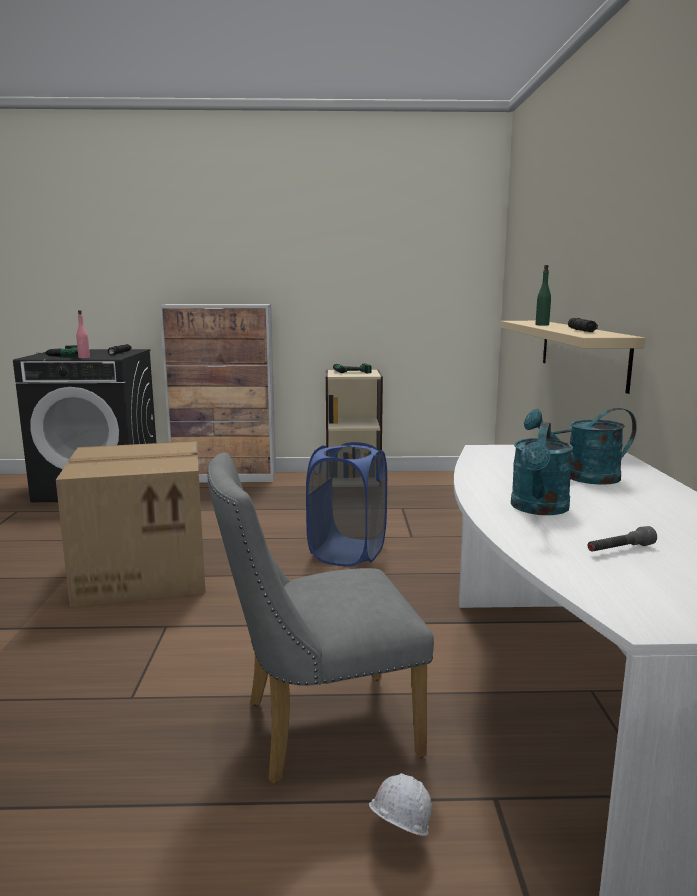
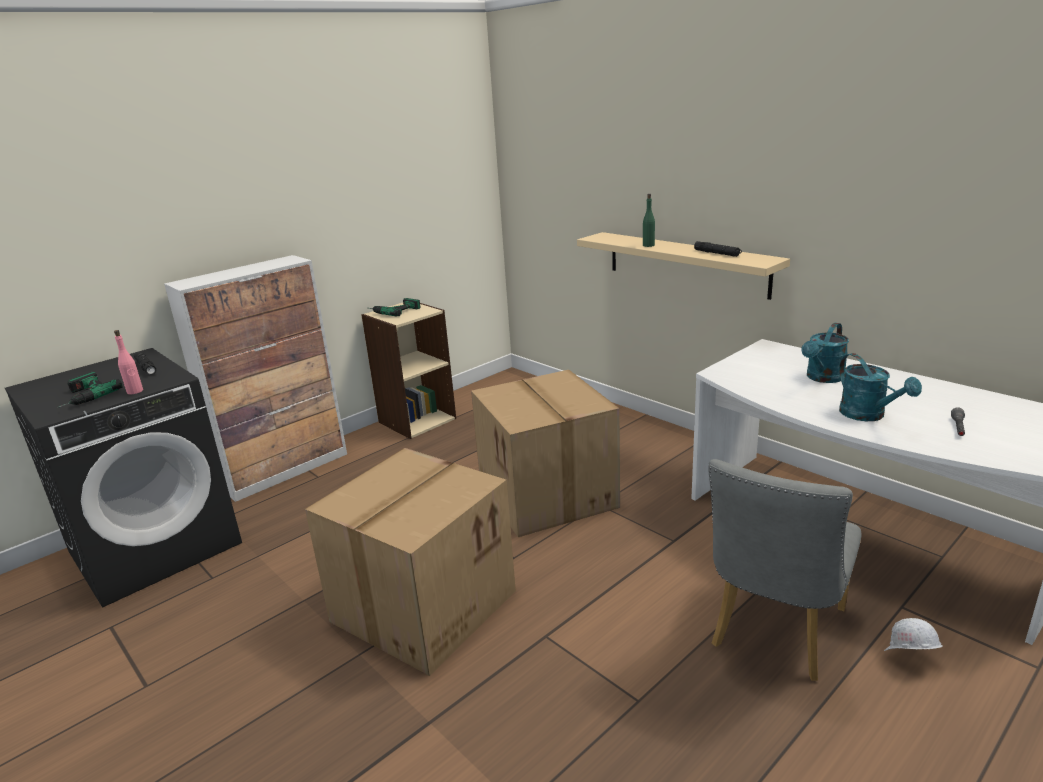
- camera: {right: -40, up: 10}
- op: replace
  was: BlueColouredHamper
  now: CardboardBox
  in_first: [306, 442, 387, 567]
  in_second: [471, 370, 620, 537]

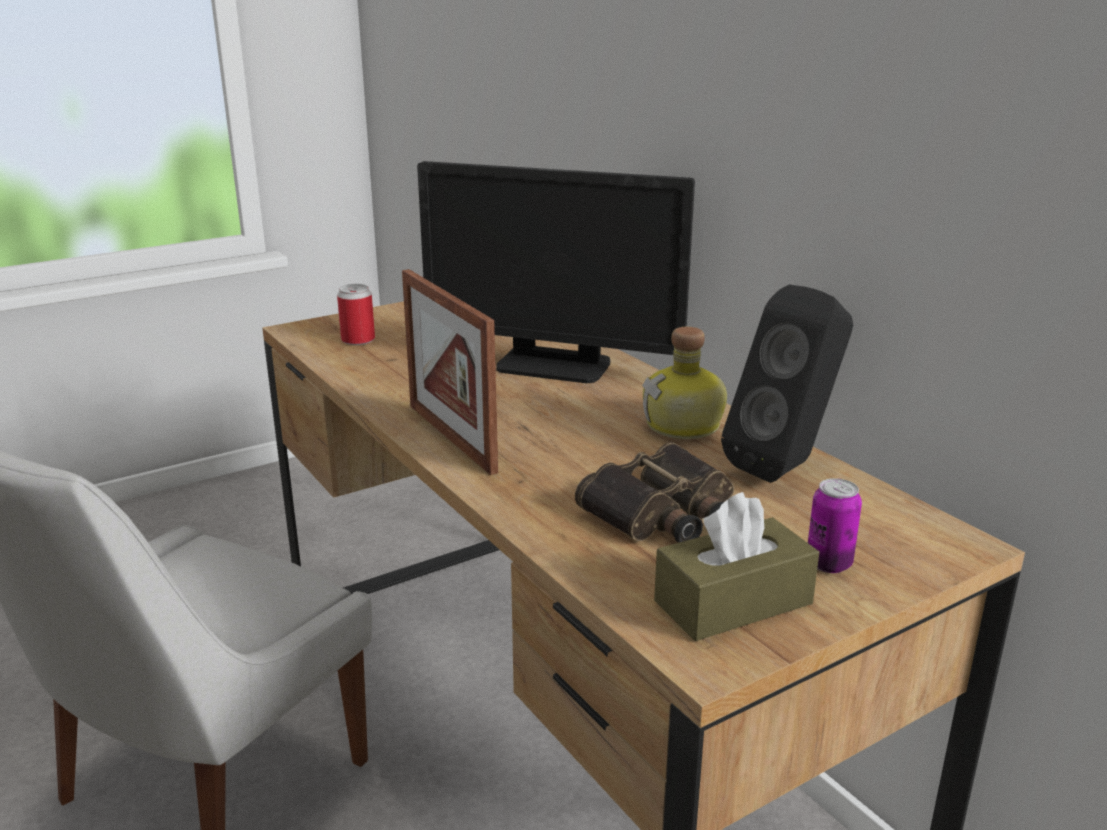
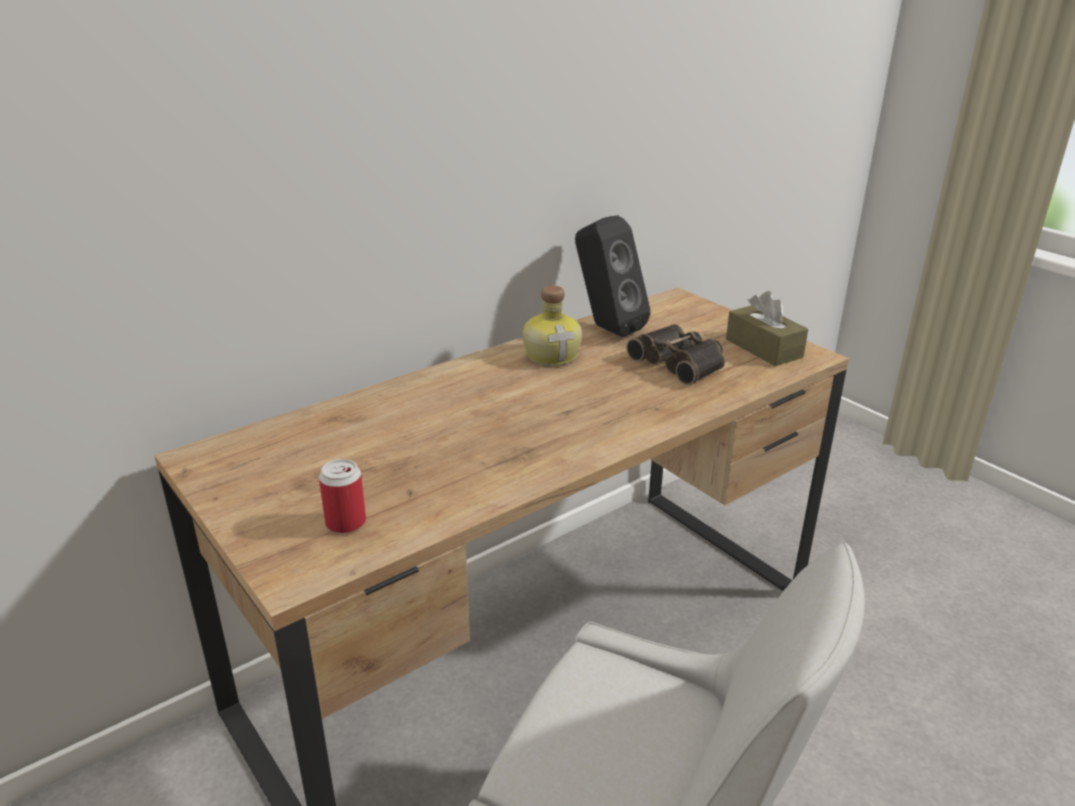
- camera: {right: -95, up: 5}
- op: delete
  was: PhotoFrame
  in_first: [402, 269, 498, 475]
- op: delete
  was: ComputerScreen
  in_first: [417, 161, 695, 383]
- op: delete
  was: Can
  in_first: [808, 478, 862, 573]

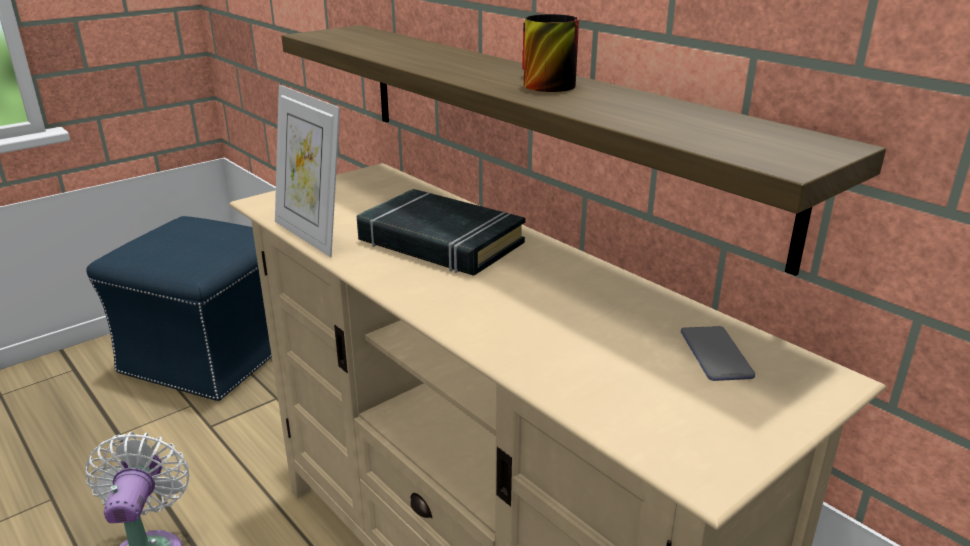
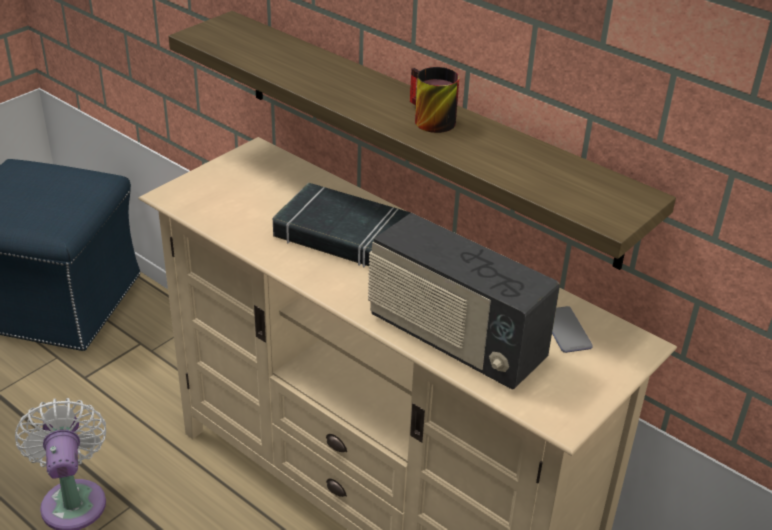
- camera: {right: -10, up: 10}
- op: delete
  was: PhotoFrame
  in_first: [275, 85, 340, 257]
- op: insert
  now: RadioSet
  in_second: [368, 213, 560, 390]

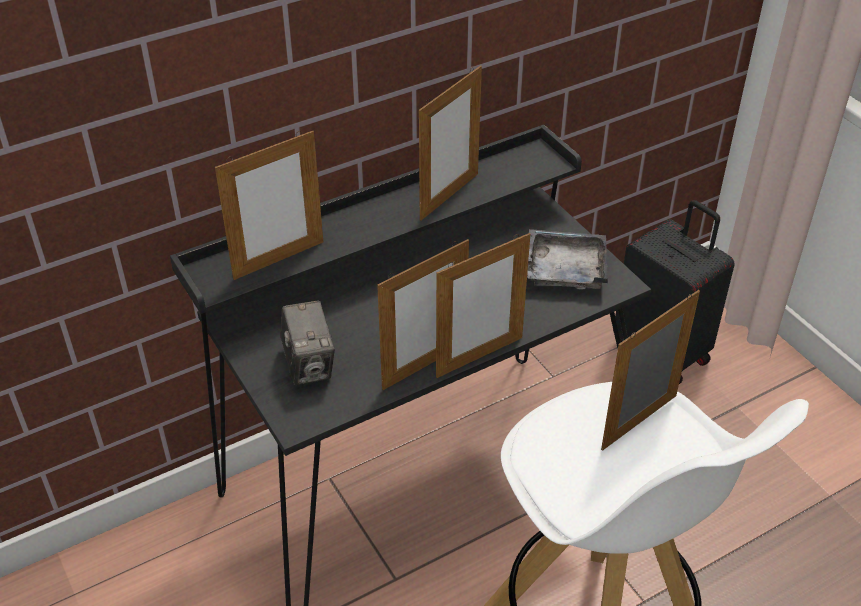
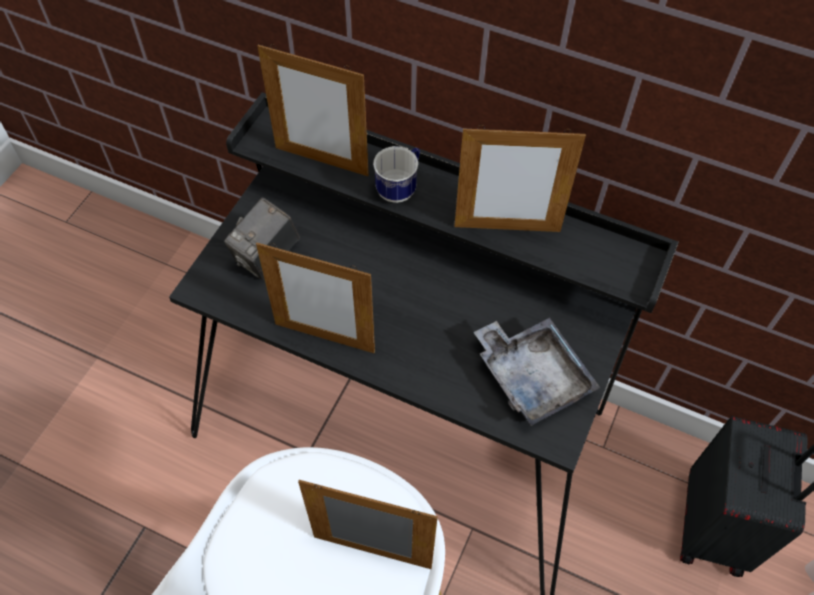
- camera: {right: 55, up: 15}
- op: delete
  was: PhotoFrame
  in_first: [436, 233, 530, 378]
- op: insert
  now: Mug
  in_second: [373, 146, 420, 203]

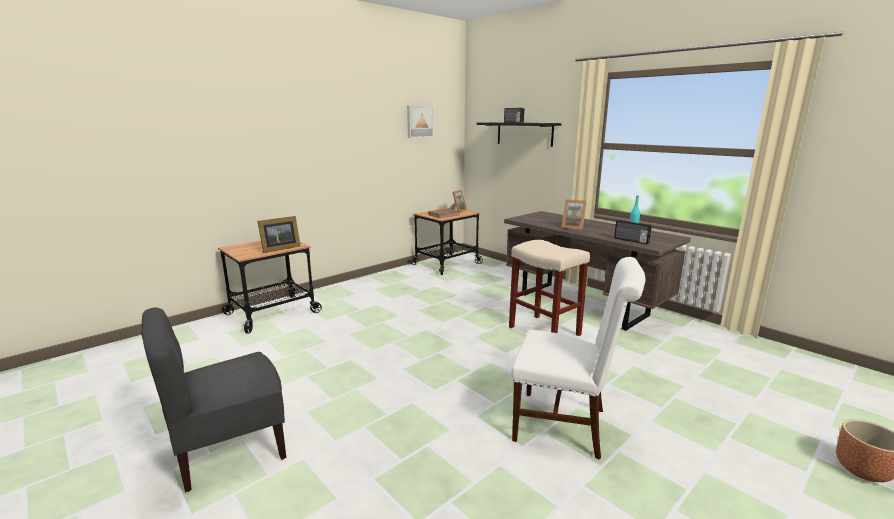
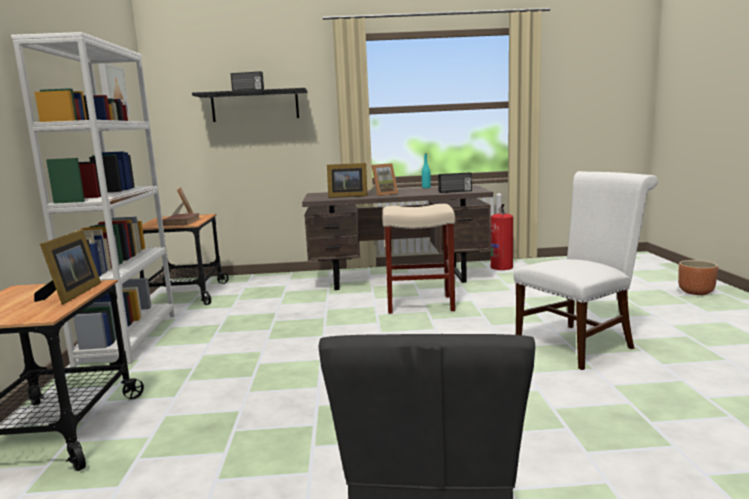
- camera: {right: -50, up: -5}
- op: insert
  now: WhiteColouredShelvingUnit
  in_second: [11, 32, 175, 368]
- op: insert
  now: PhotoFrame
  in_second: [327, 163, 367, 198]
- op: insert
  now: FireExtinguisher
  in_second: [491, 204, 513, 270]

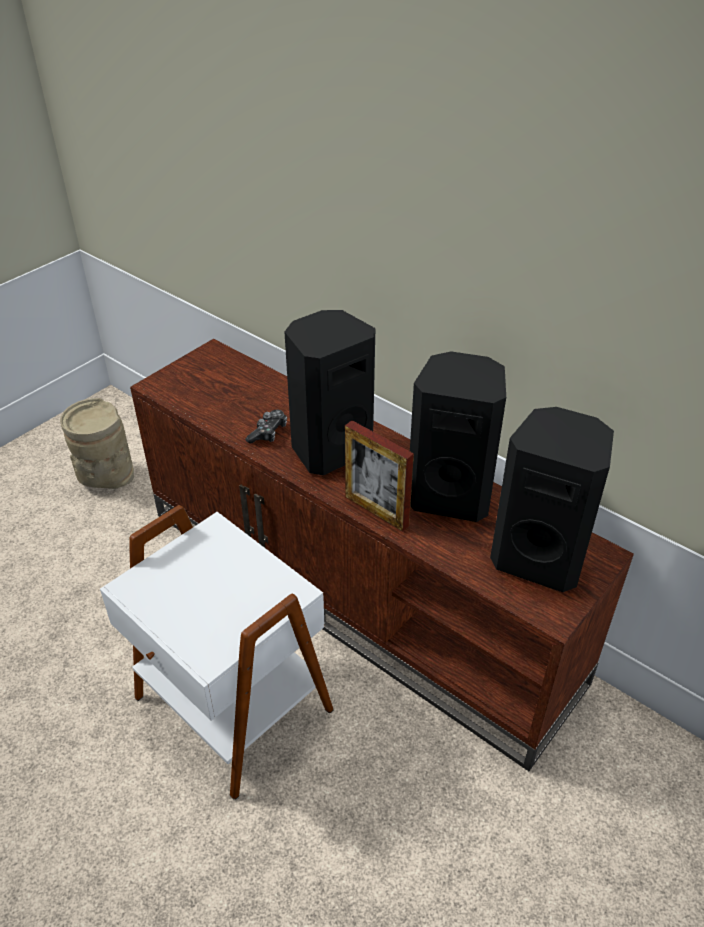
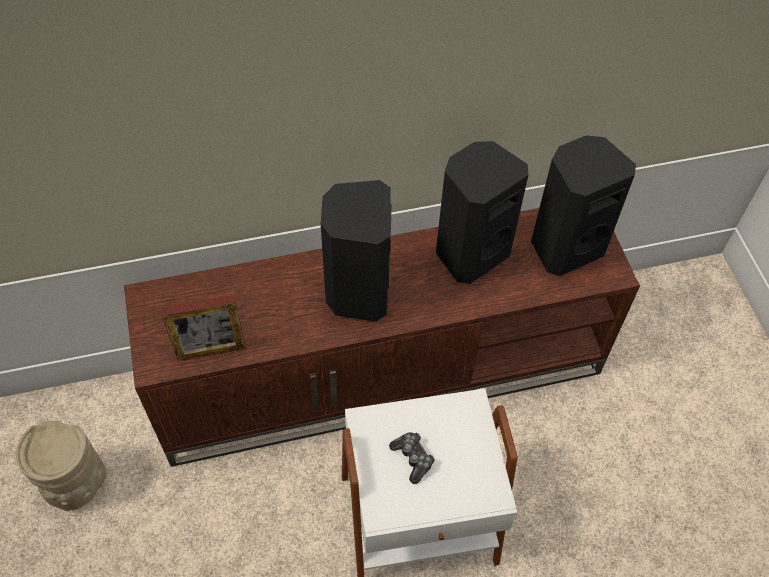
- camera: {right: -55, up: 15}
- op: move
  was: Joypad
  in_first: [246, 410, 287, 444]
  in_second: [389, 432, 435, 484]
- op: move
  was: PhotoFrame
  in_first: [345, 420, 414, 531]
  in_second: [161, 295, 246, 361]

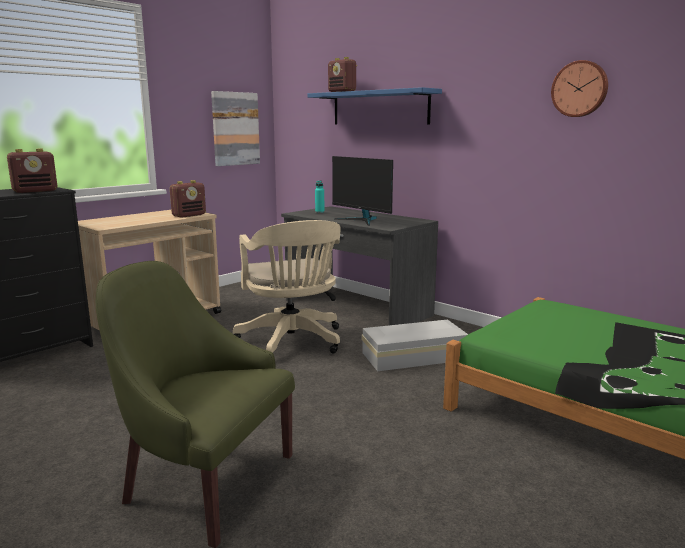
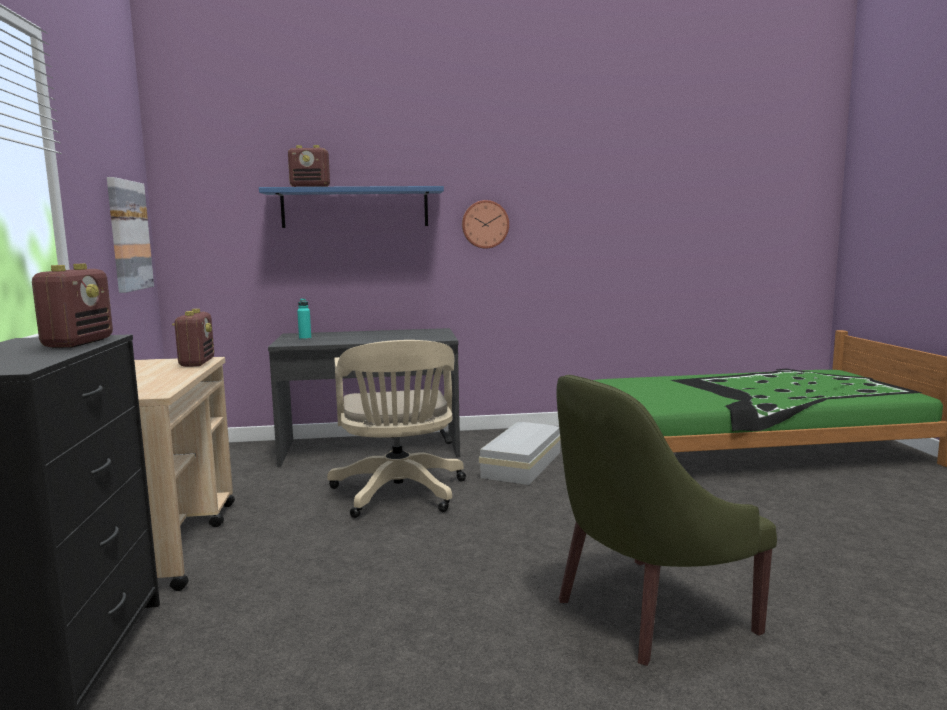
- camera: {right: -50, up: -5}
- op: delete
  was: ComputerScreen
  in_first: [332, 156, 393, 226]
- op: move
  was: WallClock
  in_first: [551, 60, 608, 117]
  in_second: [462, 200, 509, 249]
- op: rotate
  was: BeigeDeskChair
  in_first: [233, 220, 341, 354]
  in_second: [327, 340, 466, 518]
  clockwise: 60

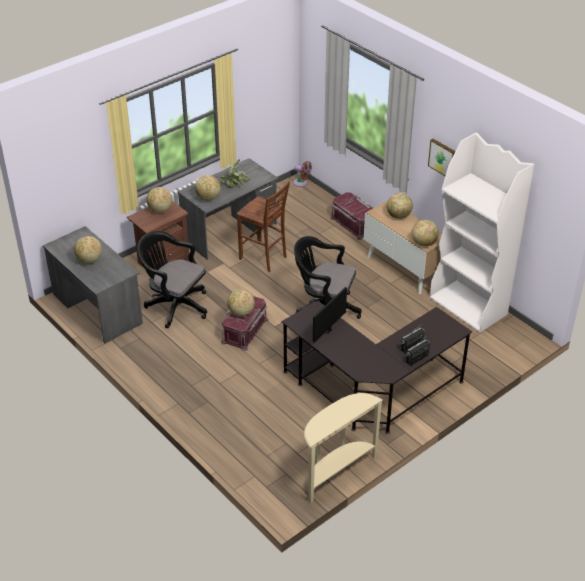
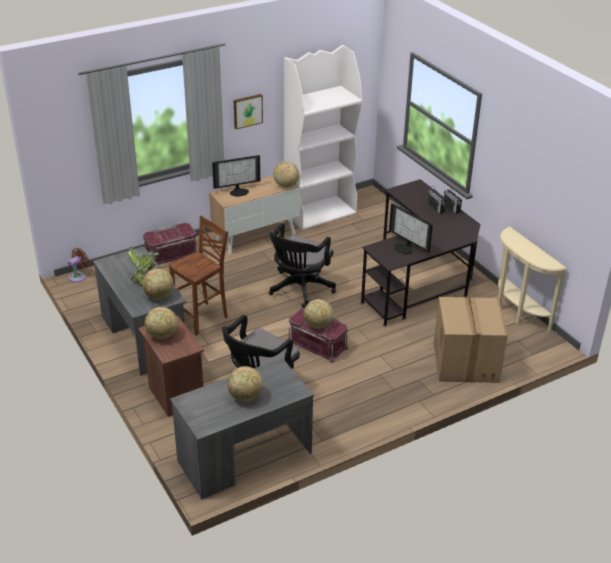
- camera: {right: -80, up: -5}
- op: insert
  now: CardboardBox
  in_second: [434, 297, 508, 383]
- op: replace
  was: DeskGlobe
  now: ComputerScreen
  in_first: [387, 193, 413, 219]
  in_second: [212, 155, 260, 197]

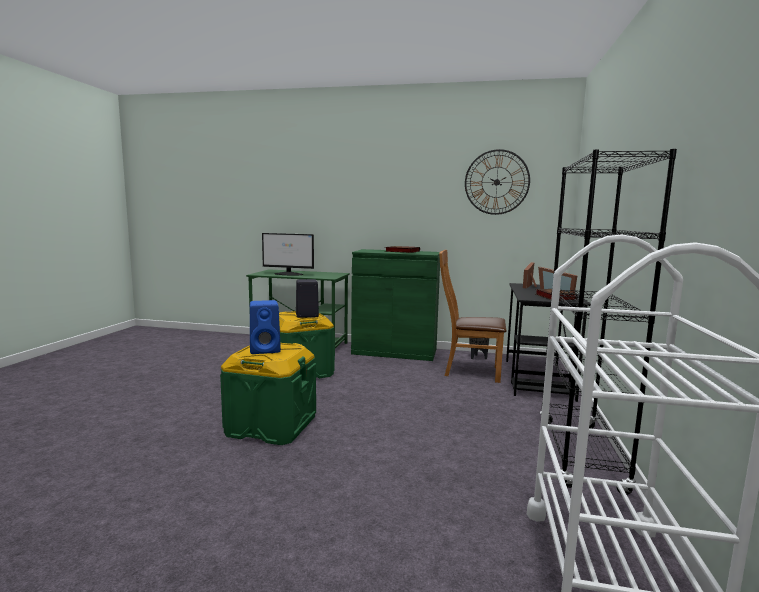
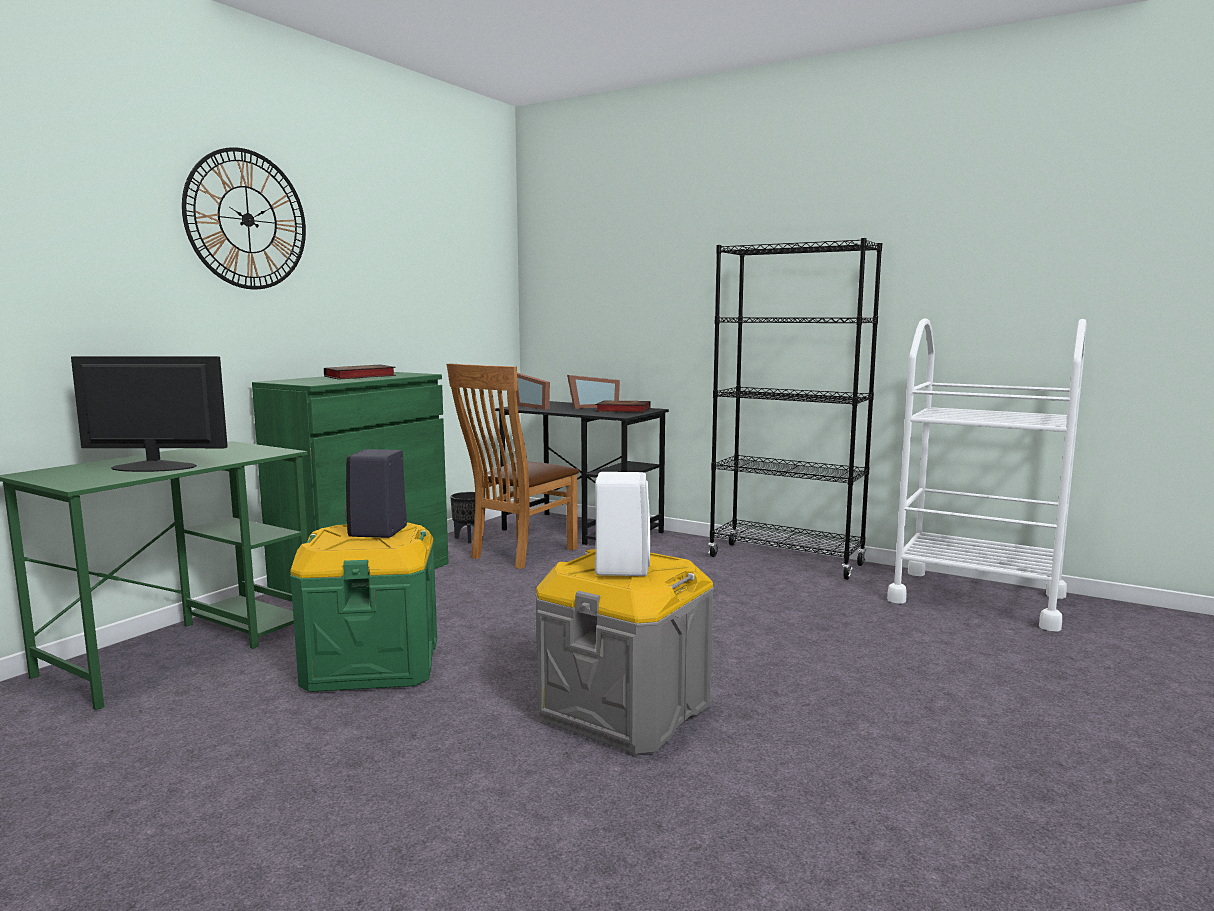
- camera: {right: -70, up: 0}
- op: move
  was: WallClock
  in_first: [465, 149, 530, 215]
  in_second: [182, 147, 306, 289]
- op: recolor
  was: GreenColouredStorageContainer
  now: GreyStorageContainer
  in_first: [220, 343, 316, 445]
  in_second: [535, 549, 714, 754]
- op: recolor
  was: BlueColouredSpeaker
  now: WhiteColouredSpeaker
  in_first: [250, 300, 281, 354]
  in_second: [595, 472, 650, 576]
- op: rotate
  was: ComputerScreen
  in_first: [262, 233, 314, 275]
  in_second: [71, 356, 228, 472]
  clockwise: -120

